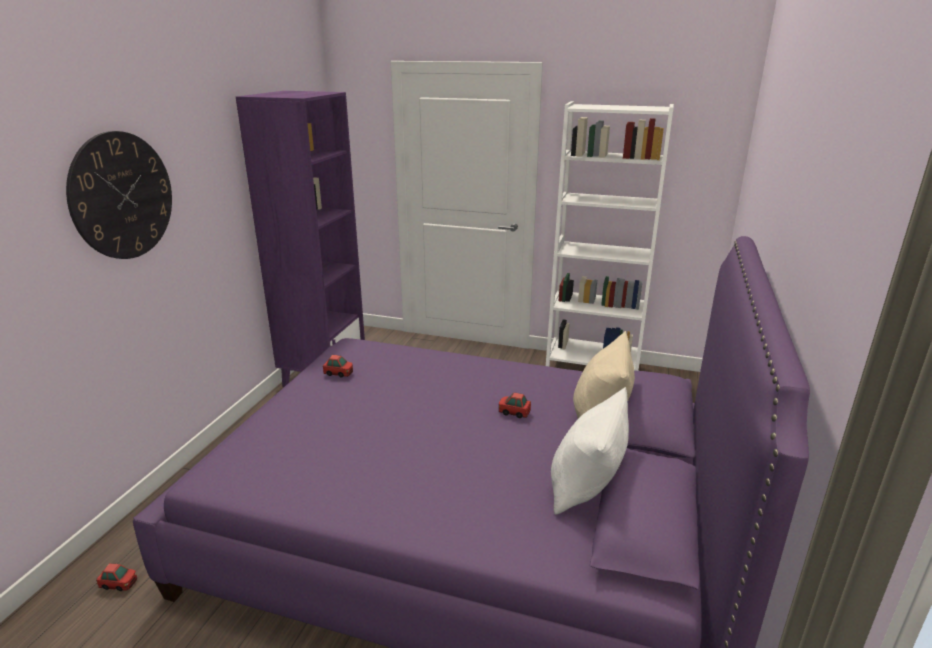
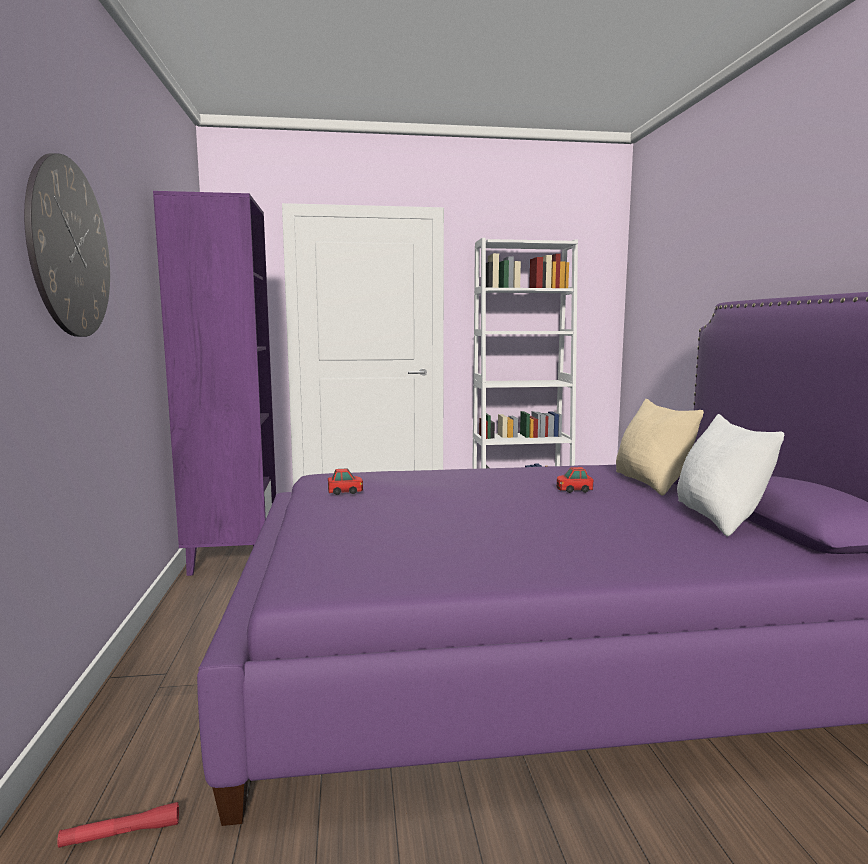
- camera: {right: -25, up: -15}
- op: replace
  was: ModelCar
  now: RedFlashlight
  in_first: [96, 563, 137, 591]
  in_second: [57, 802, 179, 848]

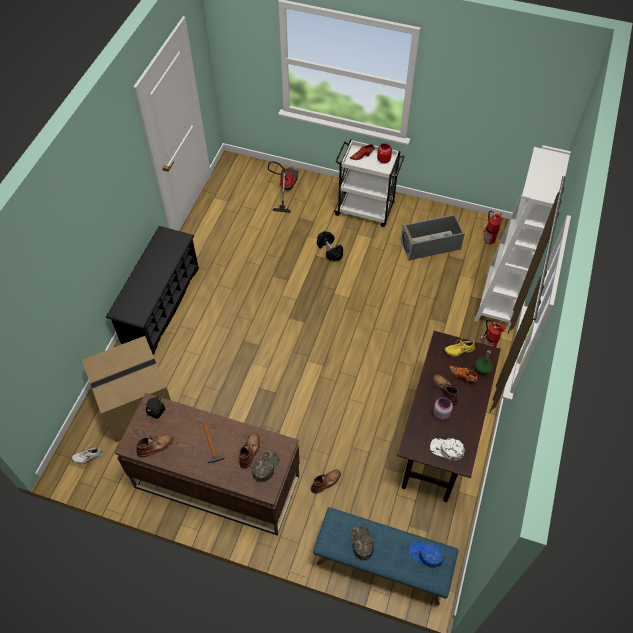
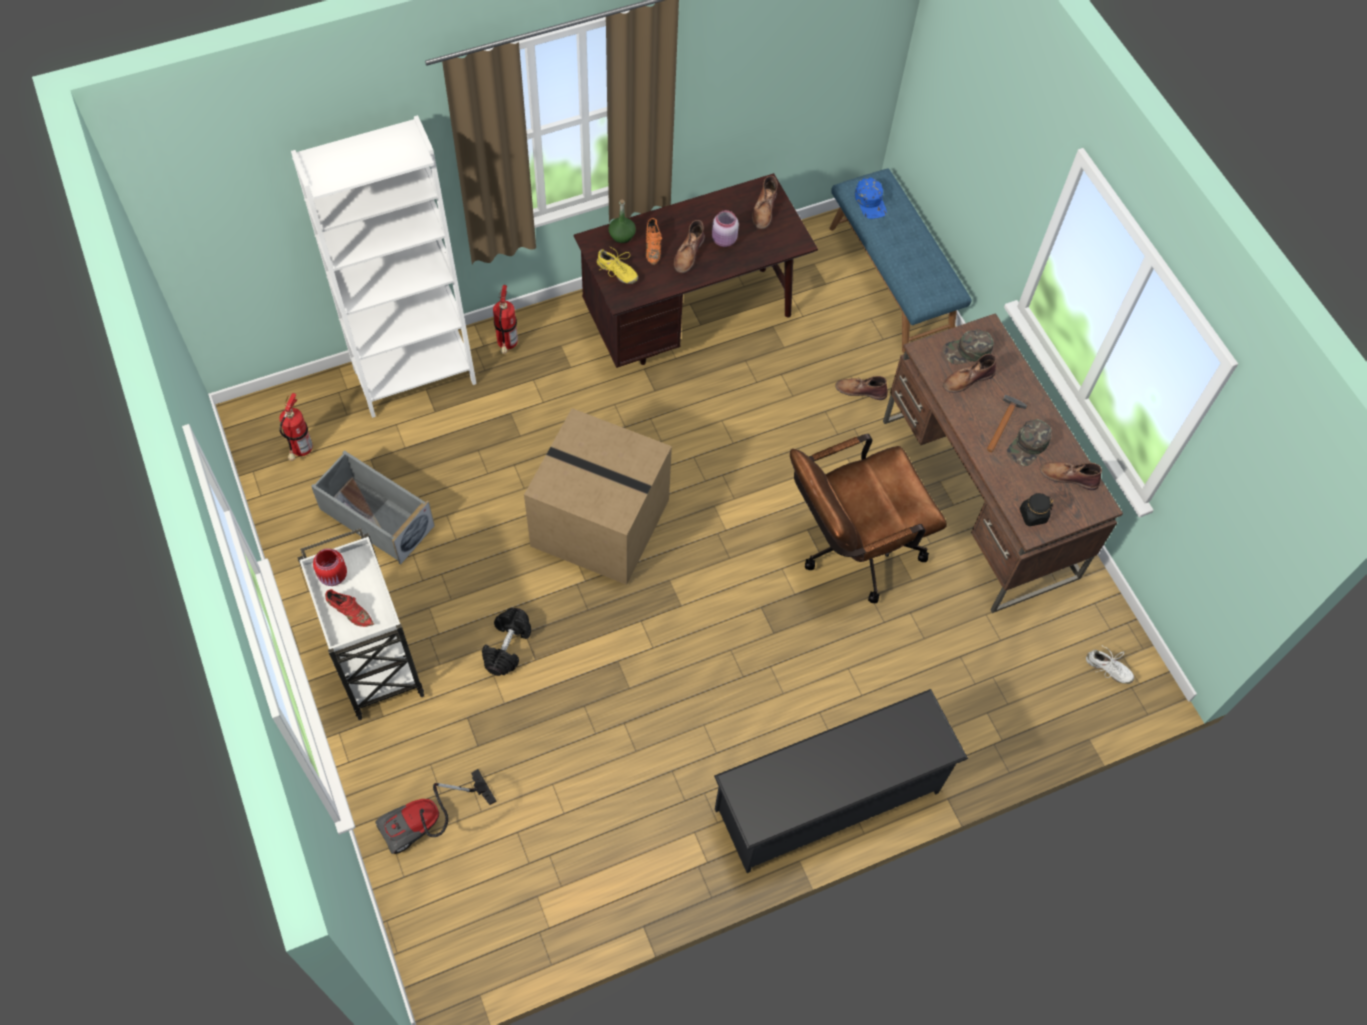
- camera: {right: -135, up: 5}
- op: insert
  now: BrownDeskChair
  in_second: [790, 434, 947, 603]
- op: move
  was: CardboardBox
  in_first: [82, 336, 171, 442]
  in_second: [524, 408, 672, 585]
- op: move
  was: GreenColouredBaseballCap
  in_first: [351, 525, 374, 560]
  in_second: [1007, 419, 1052, 466]
- op: replace
  was: WhiteColouredBaseballCap
  now: BrownBoot
  in_first: [430, 438, 465, 461]
  in_second: [752, 176, 778, 229]

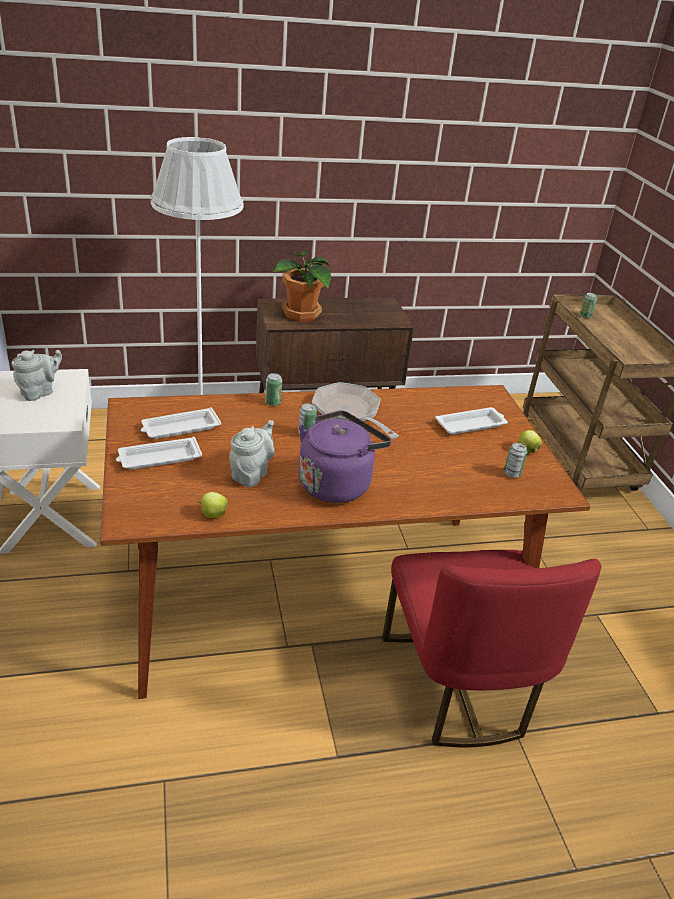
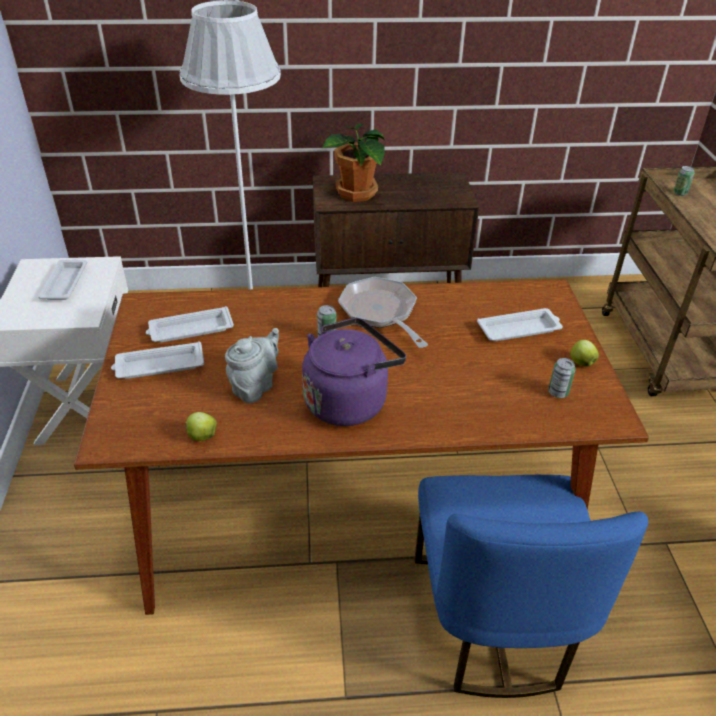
- camera: {right: 10, up: 5}
- op: delete
  was: Can
  in_first: [265, 373, 282, 406]
- op: replace
  was: GreyTeaPot
  now: WhiteColouredCarryingTray
  in_first: [11, 350, 62, 401]
  in_second: [38, 259, 87, 300]
- op: recolor
  was: RedPlainChair
  now: BlueColouredPlainChair
  in_first: [382, 550, 601, 747]
  in_second: [415, 475, 648, 698]

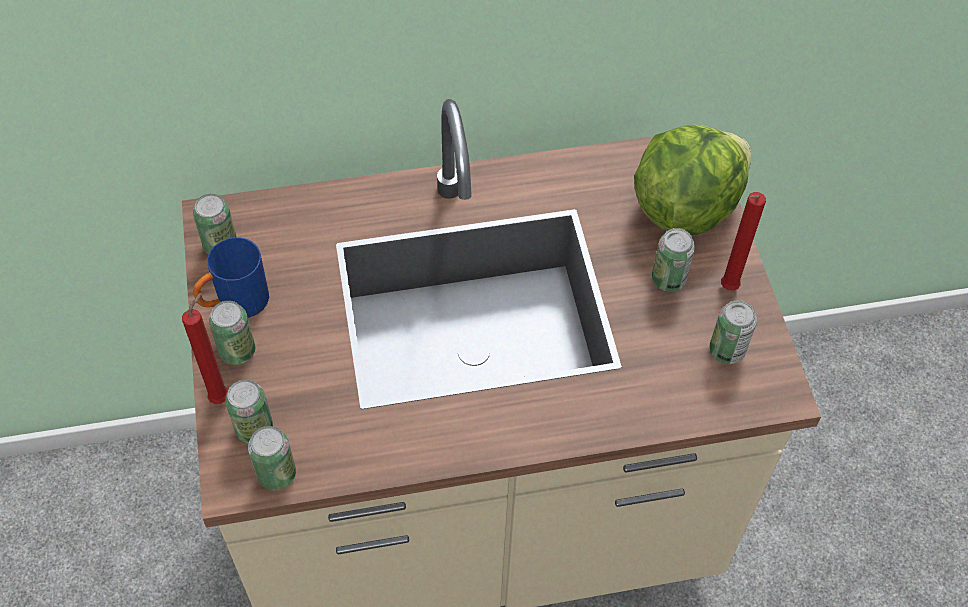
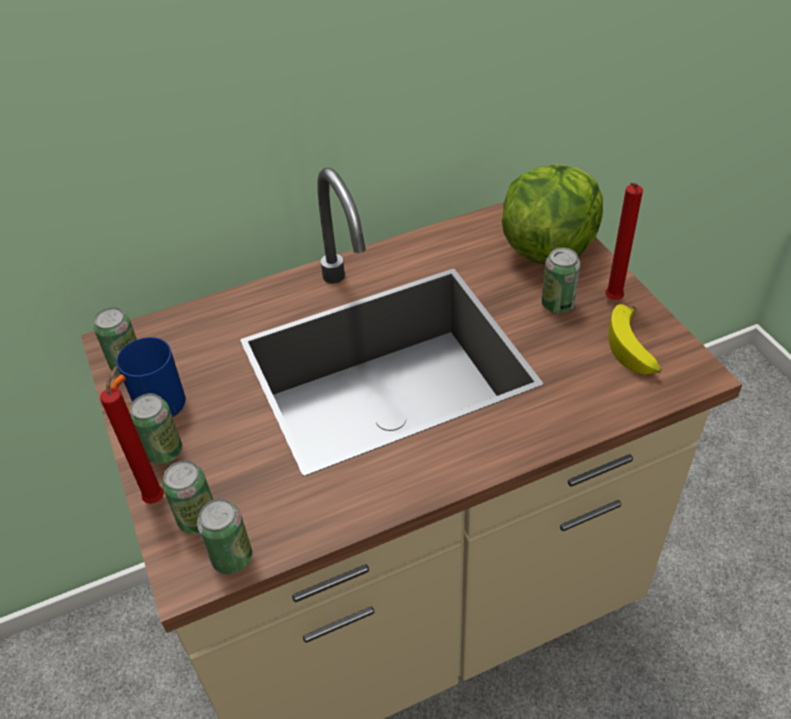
- camera: {right: -10, up: -10}
- op: replace
  was: Can
  now: BananaFruit
  in_first: [709, 300, 757, 364]
  in_second: [609, 304, 661, 375]

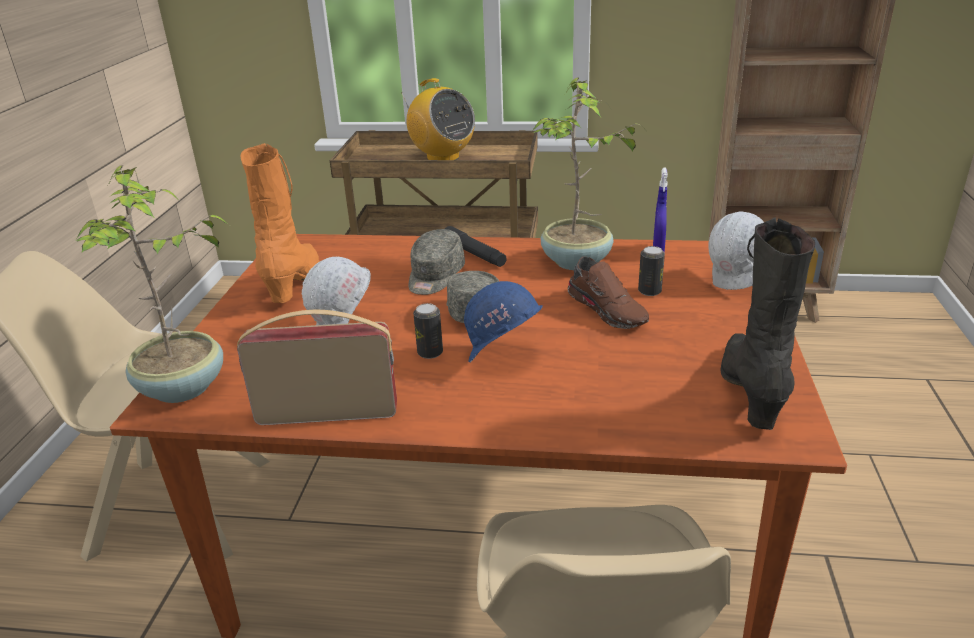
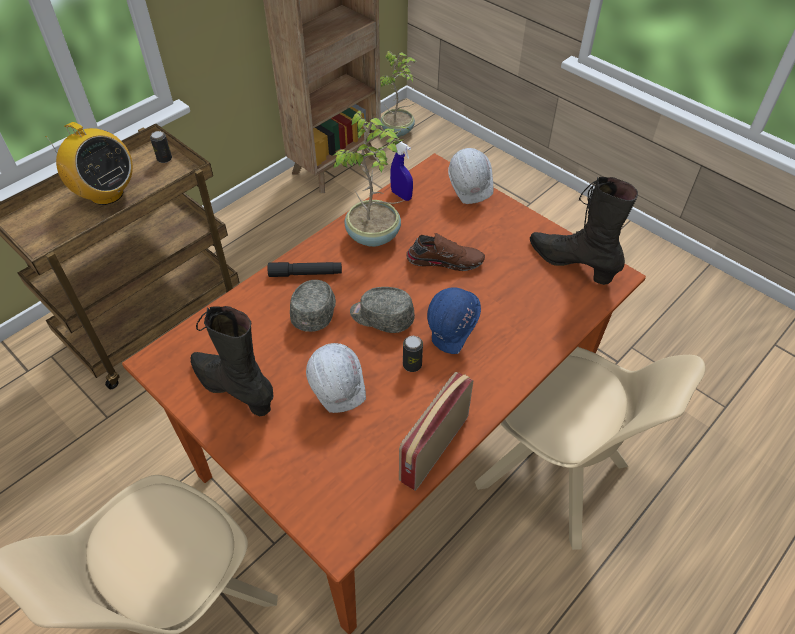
- camera: {right: -55, up: 20}
- op: move
  was: PlantInAPot
  in_first: [76, 165, 229, 403]
  in_second: [380, 51, 417, 137]
- op: move
  was: Can
  in_first: [638, 246, 665, 296]
  in_second: [150, 131, 172, 163]
- op: recolor
  was: OrangeColouredBoot
  now: BlackBoot
  in_first: [241, 143, 320, 303]
  in_second: [190, 306, 274, 416]
- op: rotate
  was: RadioSet
  in_first: [401, 78, 475, 160]
  in_second: [46, 122, 133, 205]
  clockwise: 45
- op: rotate
  was: GreyBaseballCap
  in_first: [408, 229, 465, 295]
  in_second: [290, 280, 336, 332]
  clockwise: -135

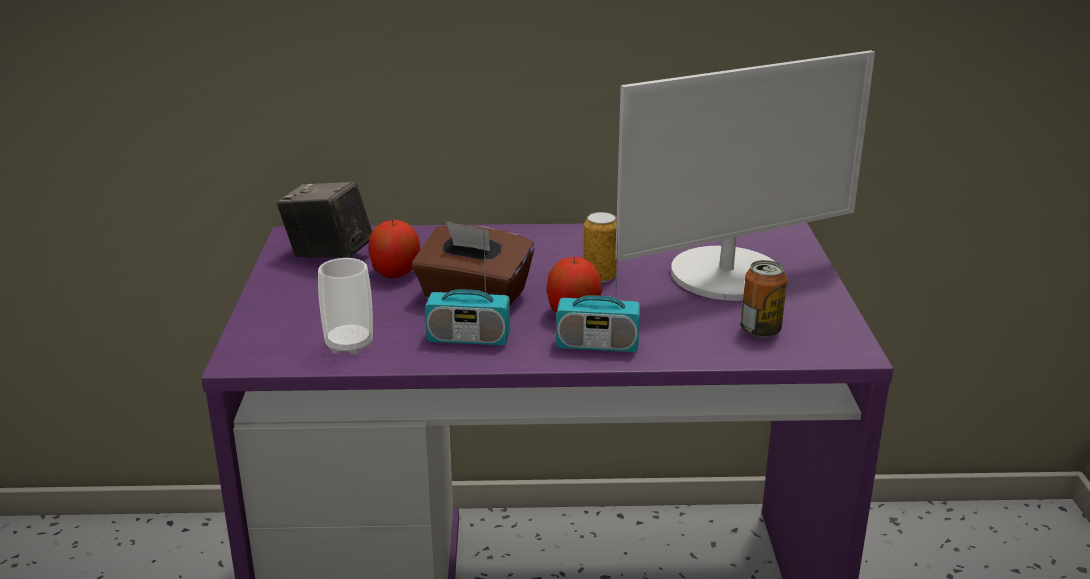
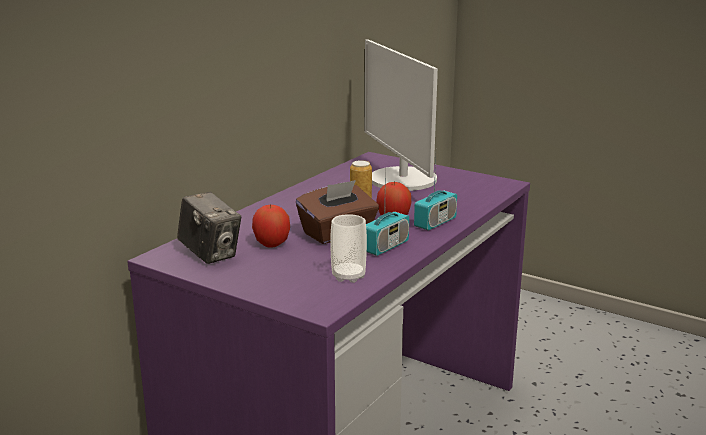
- camera: {right: -55, up: -5}
- op: delete
  was: Can
  in_first: [741, 260, 787, 338]
- op: rotate
  was: PhotoCamera
  in_first: [277, 181, 372, 258]
  in_second: [177, 192, 241, 264]
  clockwise: -105
- op: rotate
  was: ComputerScreen
  in_first: [615, 50, 875, 301]
  in_second: [365, 39, 438, 191]
  clockwise: 150

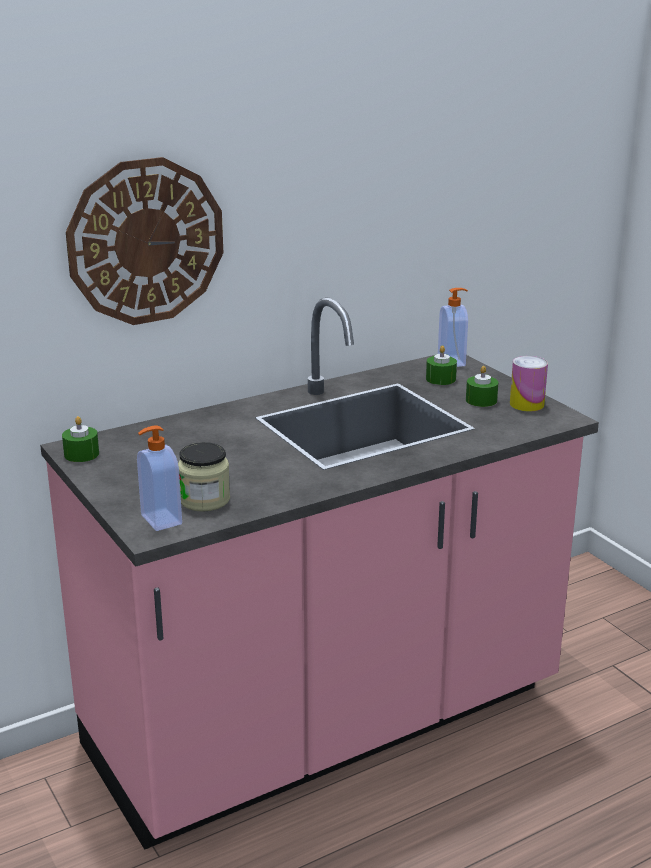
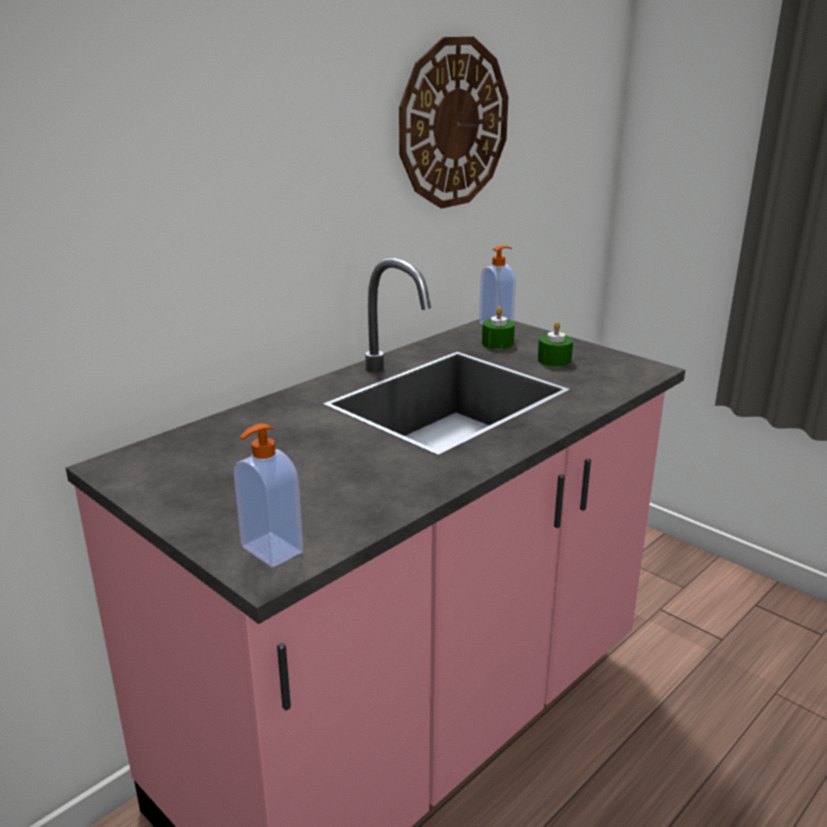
- camera: {right: -15, up: 0}
- op: delete
  was: GreenColouredCandle
  in_first: [62, 416, 99, 462]
- op: delete
  was: StorageJar
  in_first: [178, 442, 230, 512]
- op: delete
  was: Can
  in_first: [510, 356, 548, 412]
- op: move
  was: WallClock
  in_first: [66, 157, 223, 325]
  in_second: [399, 37, 508, 208]

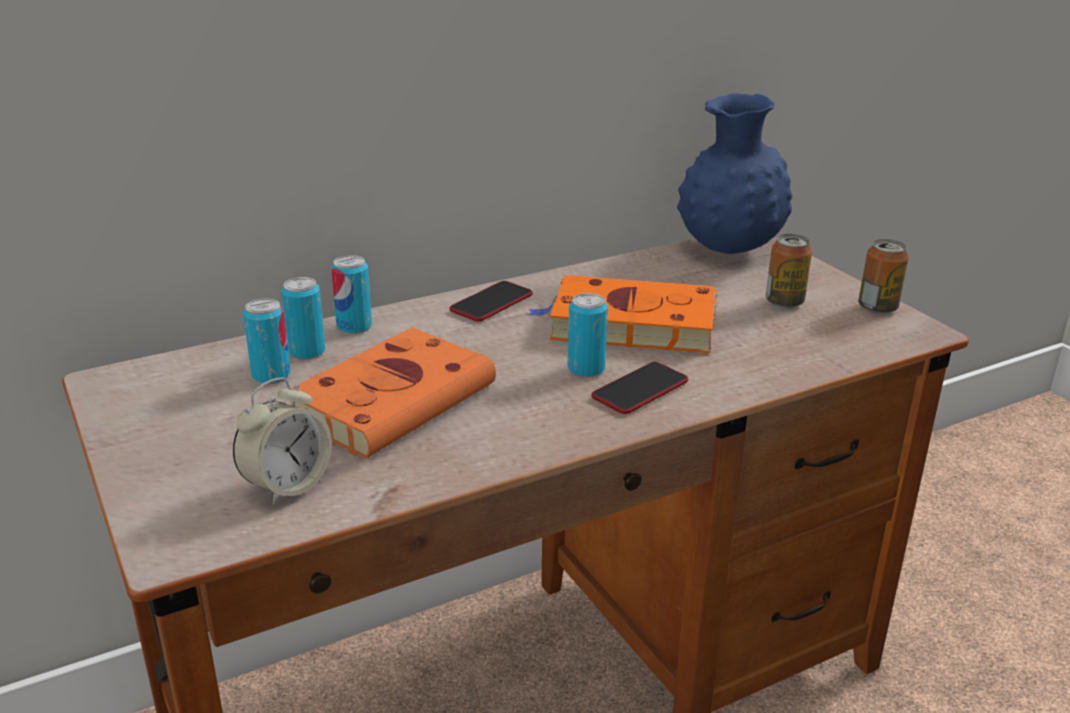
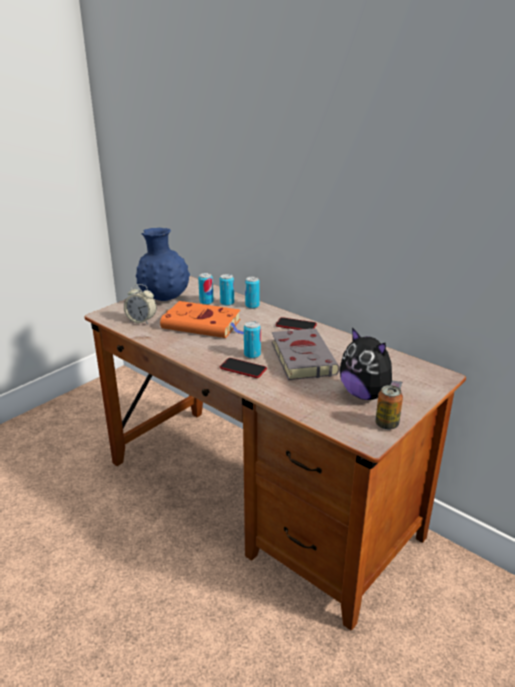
- camera: {right: 70, up: 0}
- op: move
  was: BlueColouredFlowerVase
  in_first: [677, 94, 793, 254]
  in_second: [136, 228, 190, 301]
- op: replace
  was: Can
  now: SoftToy
  in_first: [766, 234, 812, 308]
  in_second: [340, 327, 402, 400]
- op: recolor
  was: OrangeColouredBoundBook
  now: GreyBoundBook
  in_first: [527, 275, 717, 353]
  in_second: [272, 328, 340, 380]

